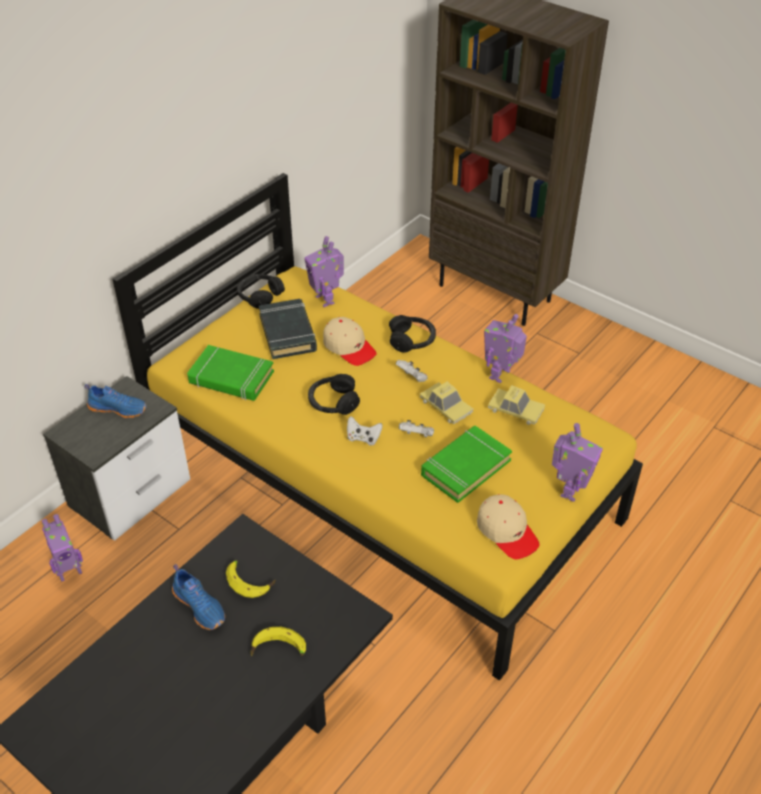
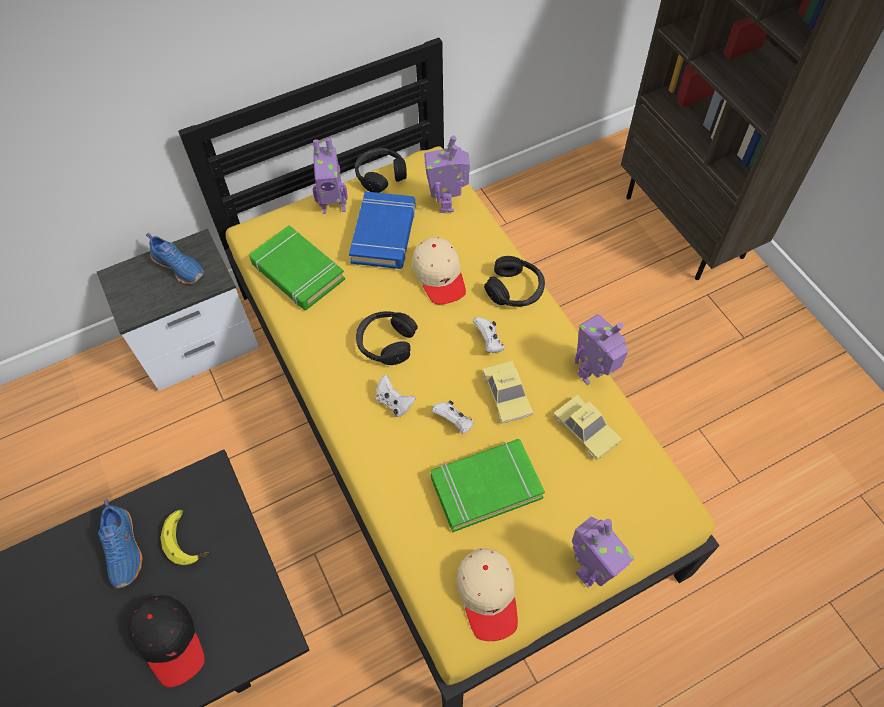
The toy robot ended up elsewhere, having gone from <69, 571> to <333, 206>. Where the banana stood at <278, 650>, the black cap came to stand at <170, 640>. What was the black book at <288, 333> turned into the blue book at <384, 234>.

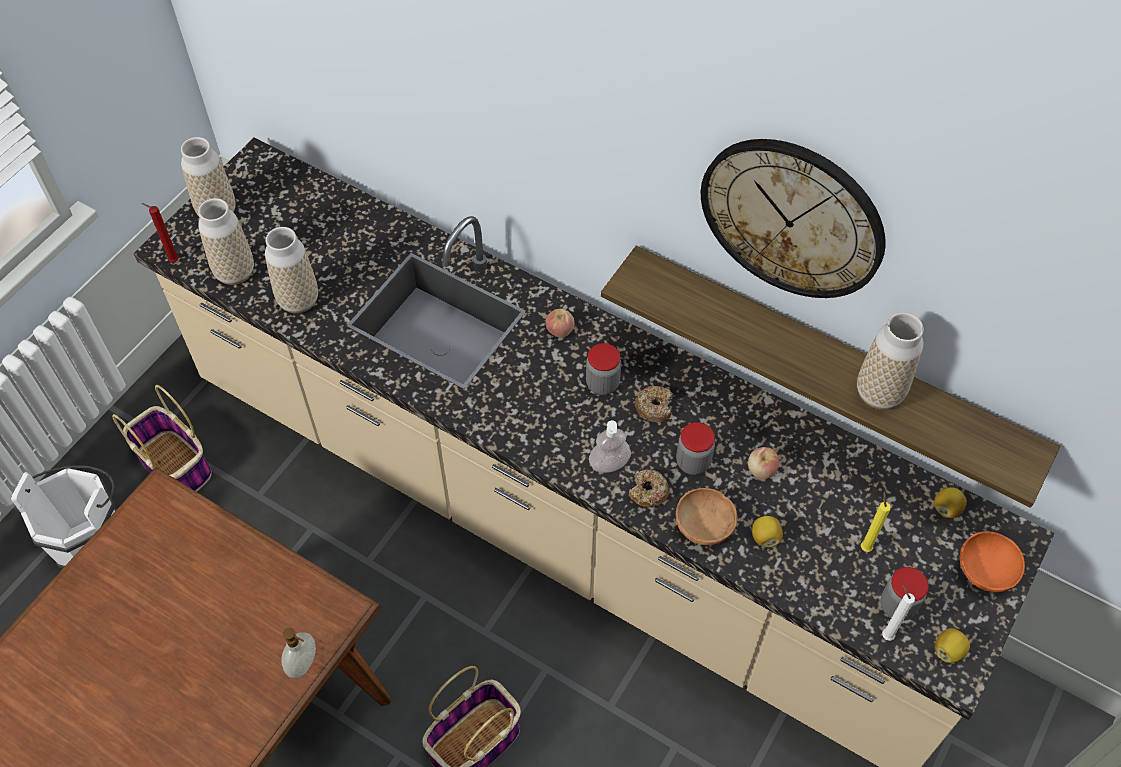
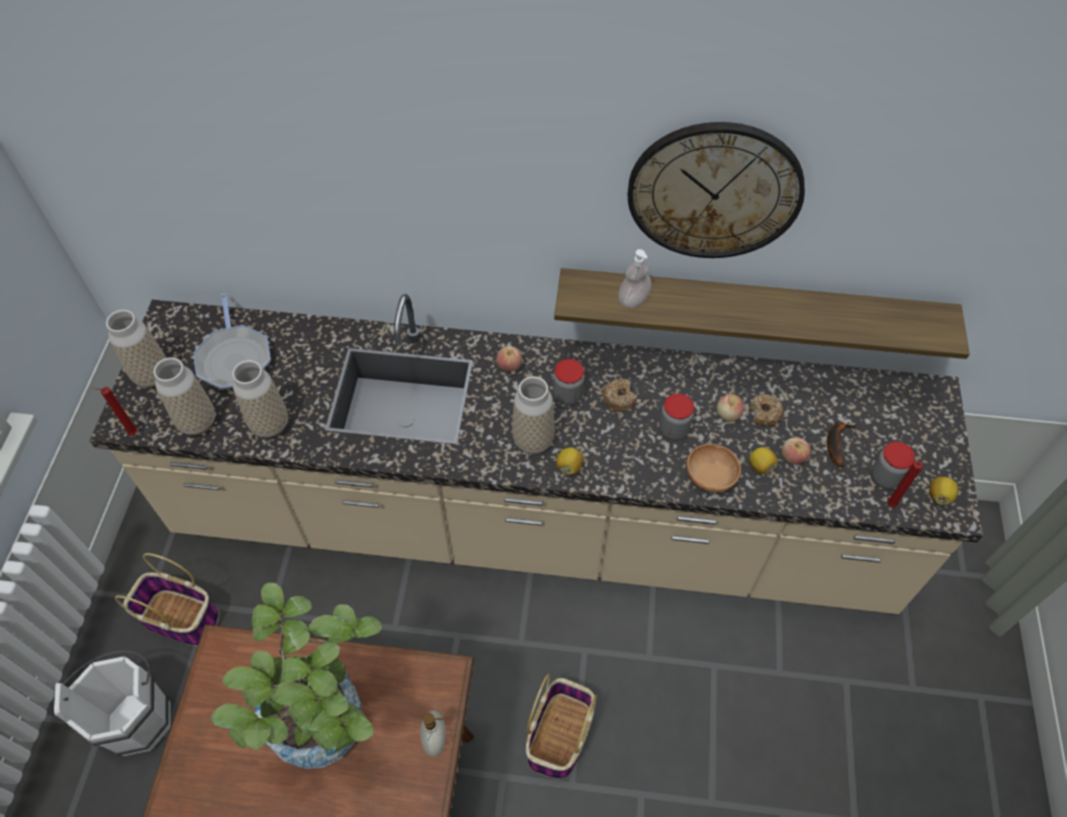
The second view lost the orange bowl at <985, 572>. The second view gained the frying pan at <234, 358>. The second view gained the potted plant at <330, 727>. The second view gained the apple at <792, 457>. The soap dispenser ended up elsewhere, having gone from <609, 463> to <633, 299>. The donut ended up elsewhere, having gone from <648, 492> to <764, 413>. The vase ended up elsewhere, having gone from <879, 393> to <533, 440>. The lemon ended up elsewhere, having gone from <946, 508> to <569, 467>. Where the yellow candle stood at <865, 546>, the banana came to stand at <836, 442>. What was the white candle at <885, 634> turned into the red candle at <889, 503>.

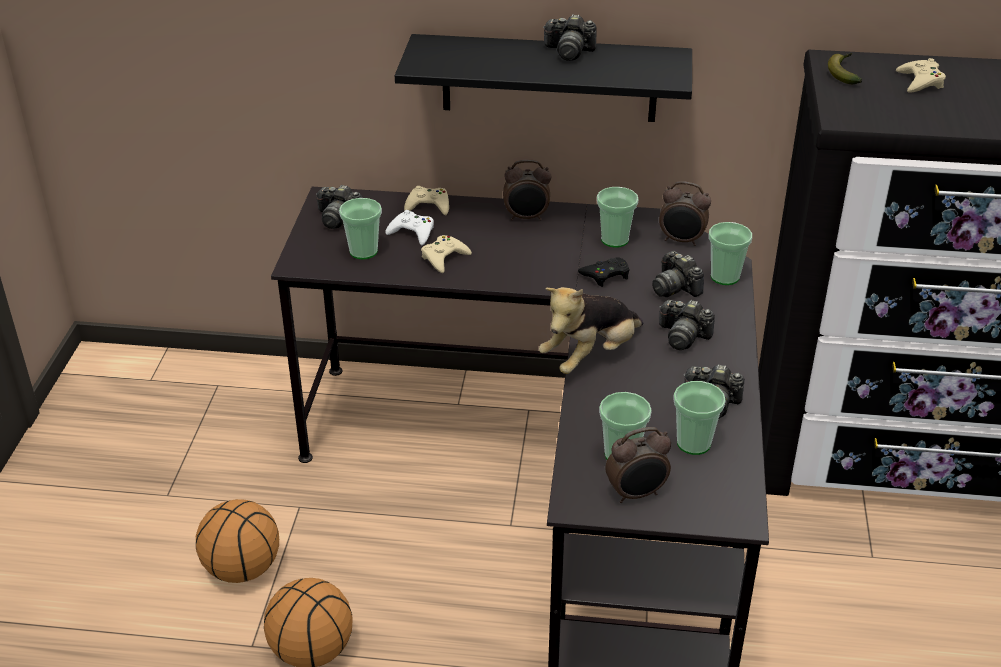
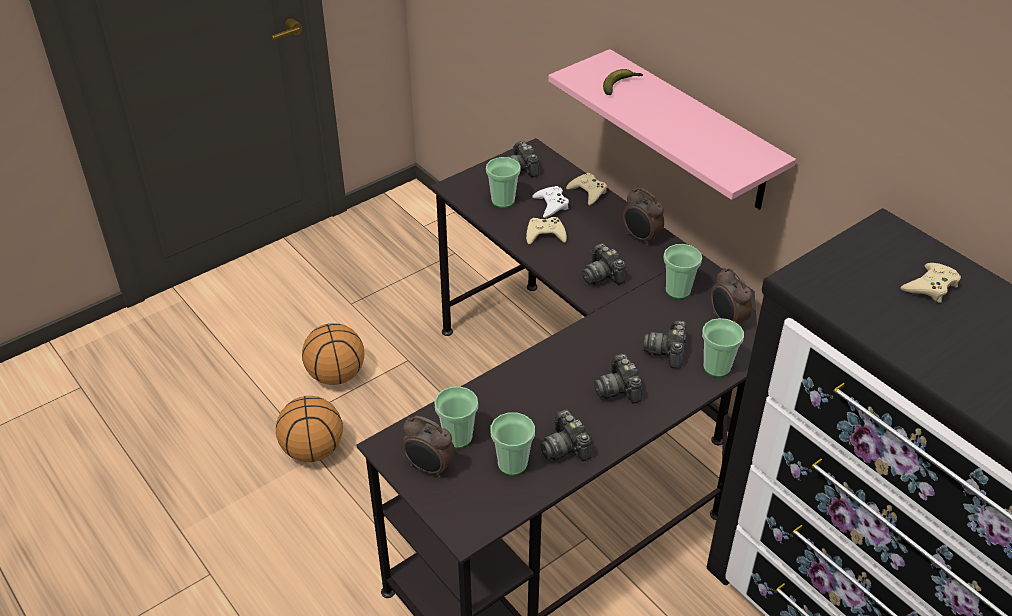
The second view lost the plush toy at <590, 356>. The second view lost the black game controller at <606, 275>. The photo camera ended up elsewhere, having gone from <569, 52> to <602, 275>. The banana ended up elsewhere, having gone from <844, 73> to <620, 86>. What was the black shelf at <549, 78> turned into the pink shelf at <692, 131>.

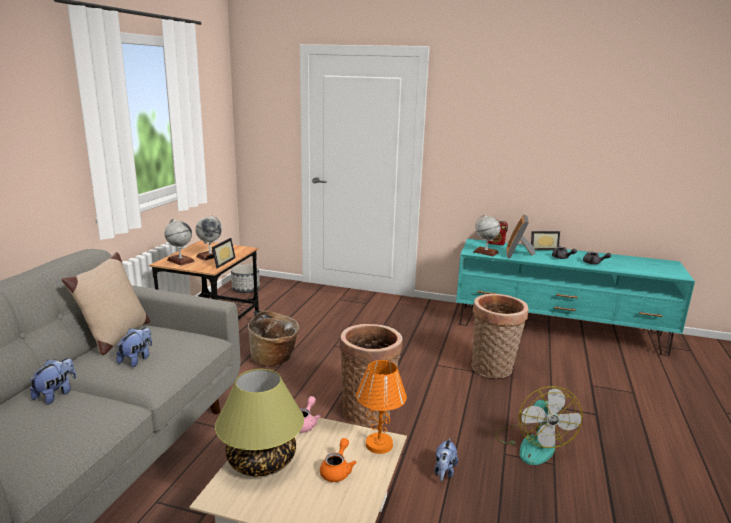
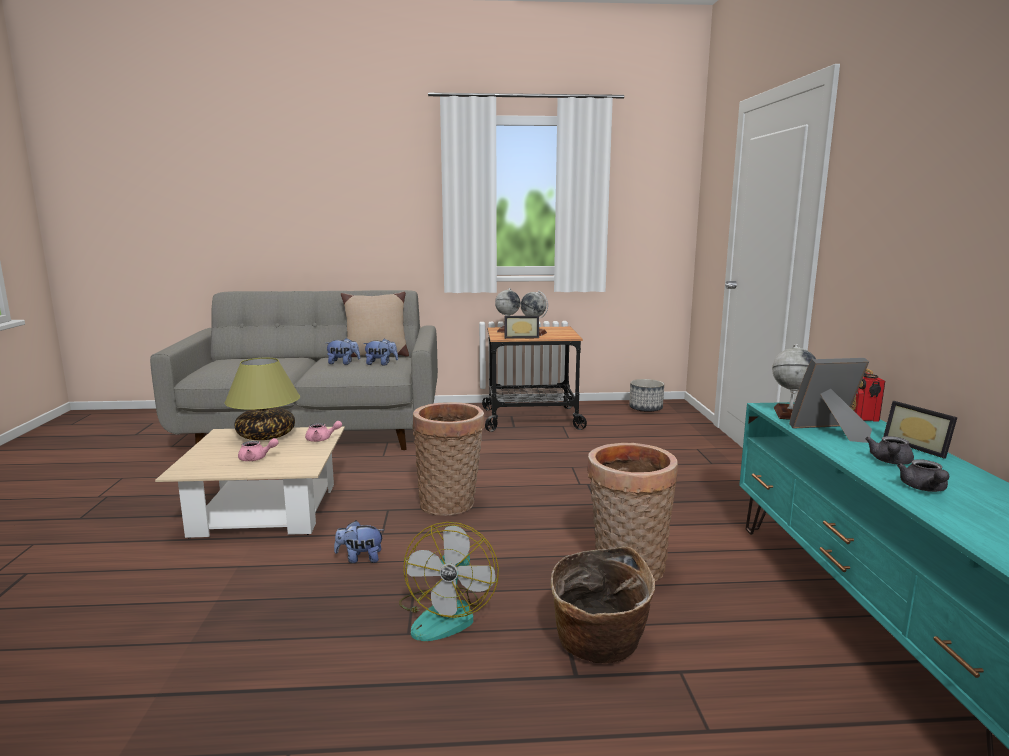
The second view lost the orange table lamp at <379, 445>. The plush toy ended up elsewhere, having gone from <56, 394> to <381, 364>. The basket ended up elsewhere, having gone from <274, 359> to <599, 647>. What was the orange teapot at <337, 470> turned into the pink teapot at <256, 458>. The fan at <532, 444> ended up facing another way, 60 degrees counterclockwise from before.

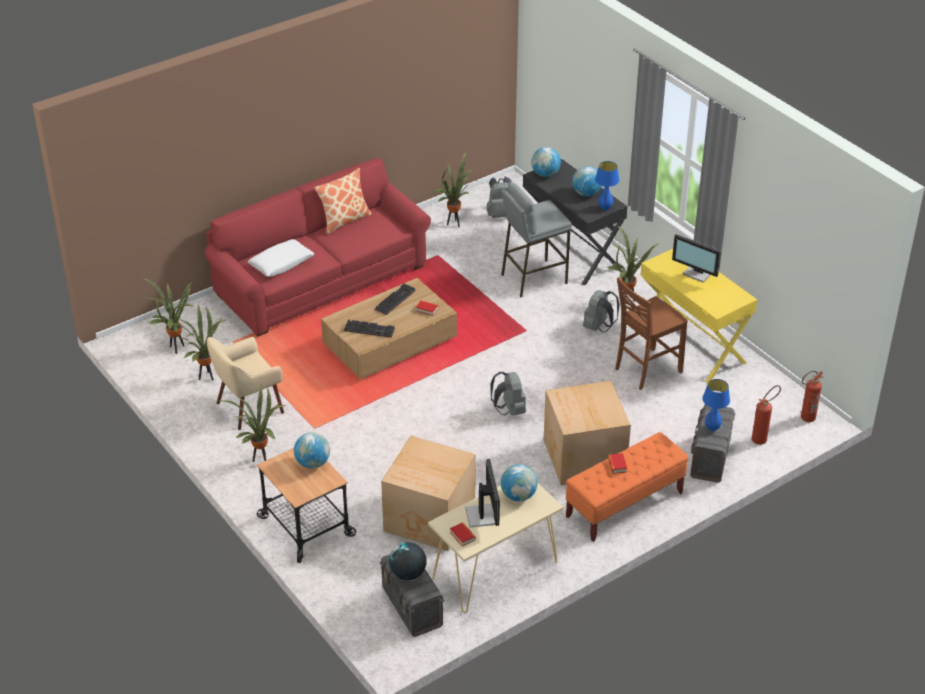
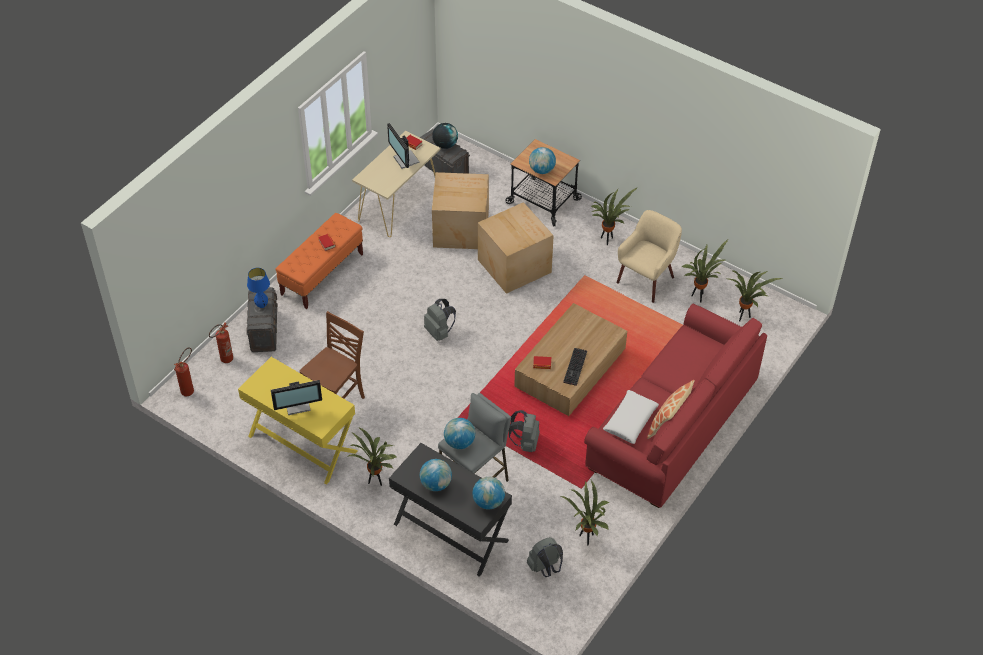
The second view lost the keyboard at <370, 329>. The second view lost the blue table lamp at <605, 208>. The white pillow ended up elsewhere, having gone from <281, 264> to <630, 421>. The globe ended up elsewhere, having gone from <518, 496> to <459, 442>. The cardboard box ended up elsewhere, having gone from <583, 458> to <514, 265>. The grey backpack ended up elsewhere, having gone from <599, 327> to <525, 443>. The monitor at <698, 273> ended up facing another way, 150 degrees clockwise from before.

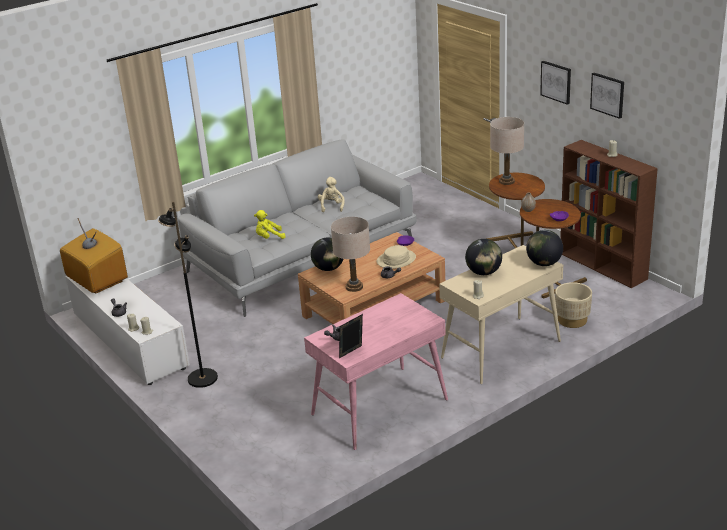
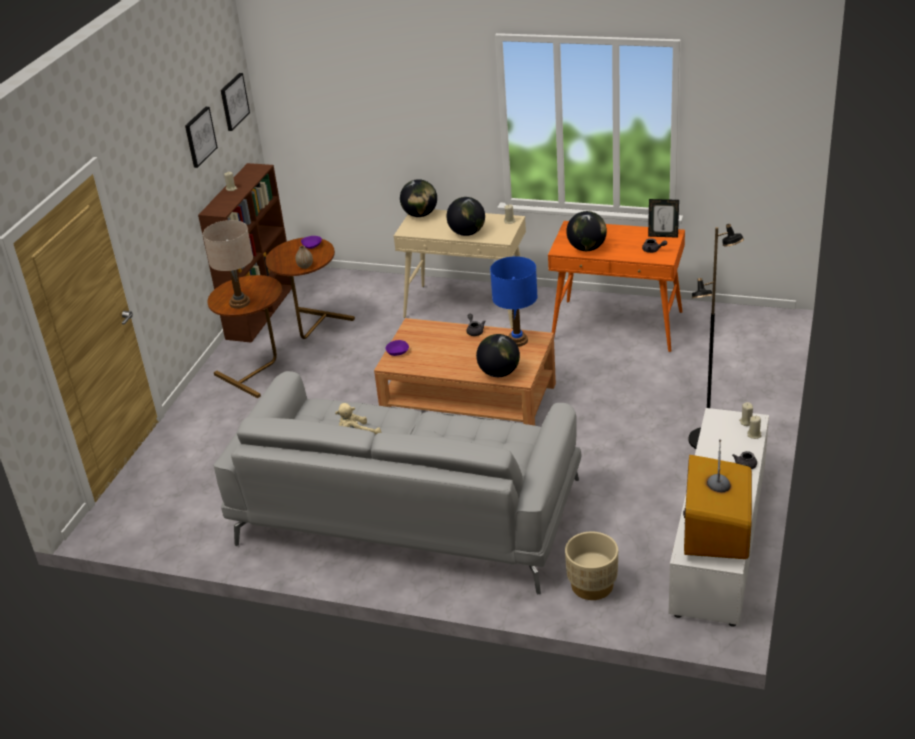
The second view lost the yellow plush toy at <269, 237>. The second view lost the beige hat at <396, 260>. The second view gained the globe at <586, 248>. The picture ended up elsewhere, having gone from <556, 82> to <233, 101>. The beige planter ended up elsewhere, having gone from <572, 320> to <592, 585>. What was the pink desk at <379, 408> turned into the orange desk at <618, 325>. What was the beige table lamp at <354, 287> turned into the blue table lamp at <517, 340>.

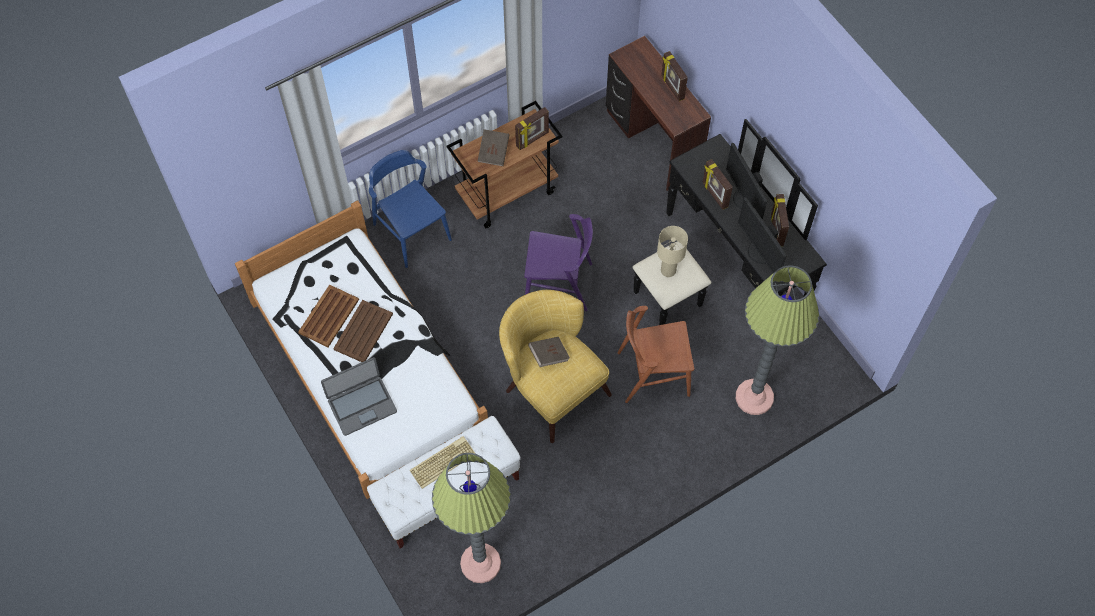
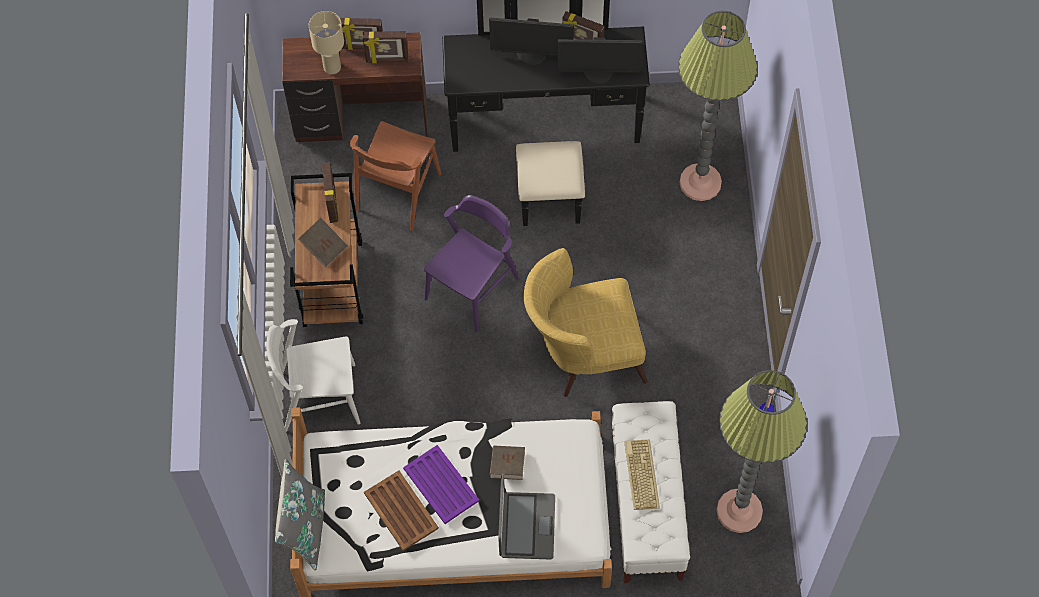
The second view gained the grey pillow at <305, 529>. The brown book ended up elsewhere, having gone from <549, 355> to <507, 466>. The brown chair ended up elsewhere, having gone from <653, 373> to <397, 192>. The beige table lamp ended up elsewhere, having gone from <667, 270> to <332, 68>. The picture frame ended up elsewhere, having gone from <714, 195> to <387, 60>. What was the brown tray at <363, 332> turned into the purple tray at <441, 485>. What was the blue chair at <412, 232> turned into the white chair at <319, 397>.

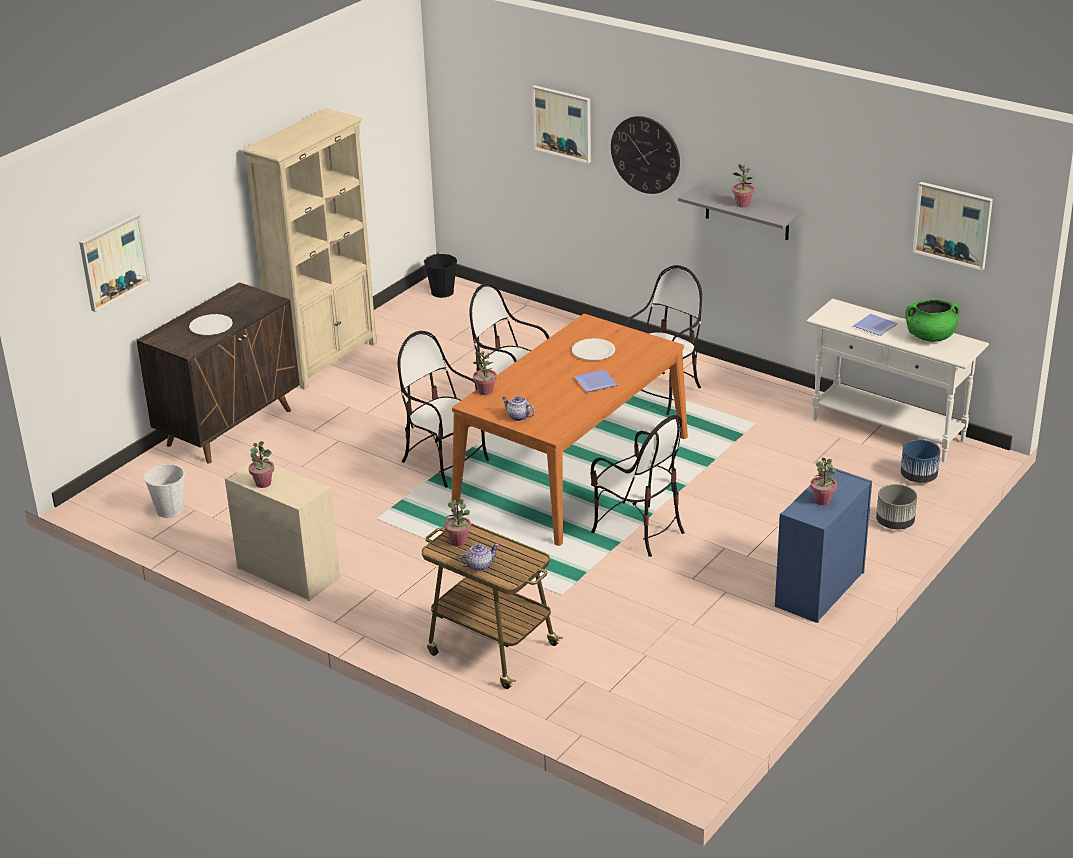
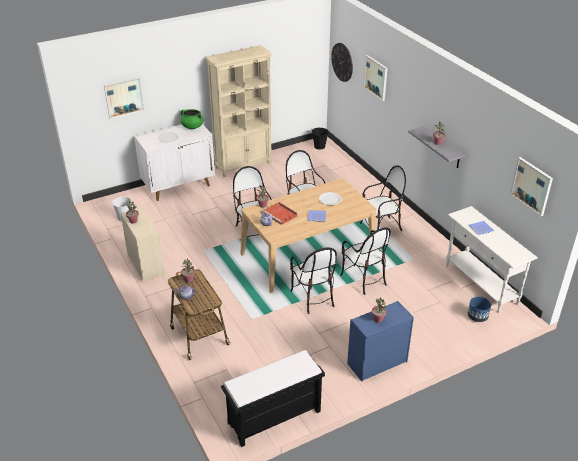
The second view lost the grey planter at <895, 523>. The second view gained the black bench at <273, 418>. The second view gained the red tray at <280, 215>. The second view gained the chair at <363, 279>. The wall clock ended up elsewhere, having gone from <645, 154> to <342, 62>. The green cooking pot ended up elsewhere, having gone from <930, 337> to <192, 127>. What was the brown cabinet at <230, 427> turned into the white cabinet at <179, 186>. What was the orange dining table at <572, 469> turned into the beige dining table at <307, 255>.

